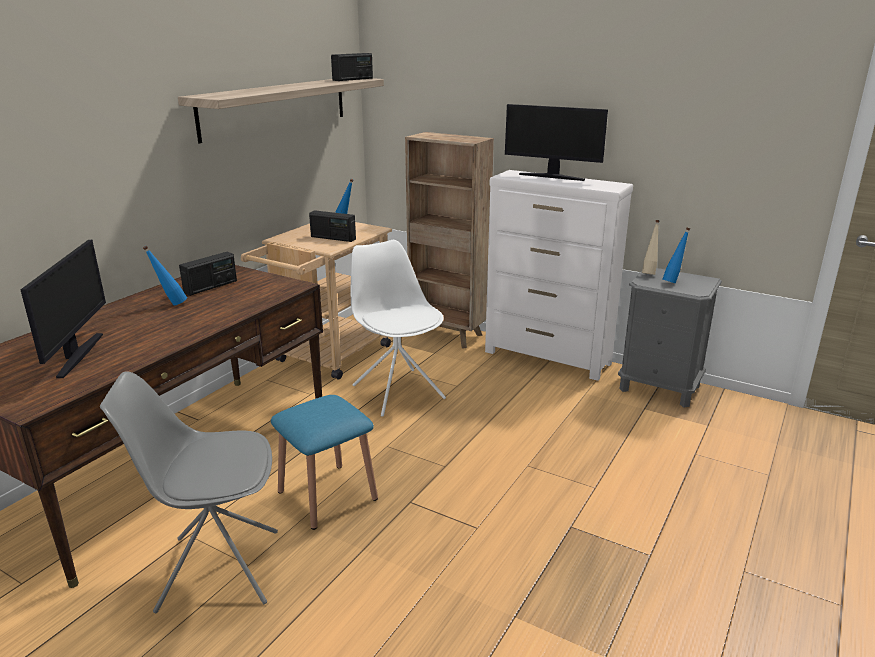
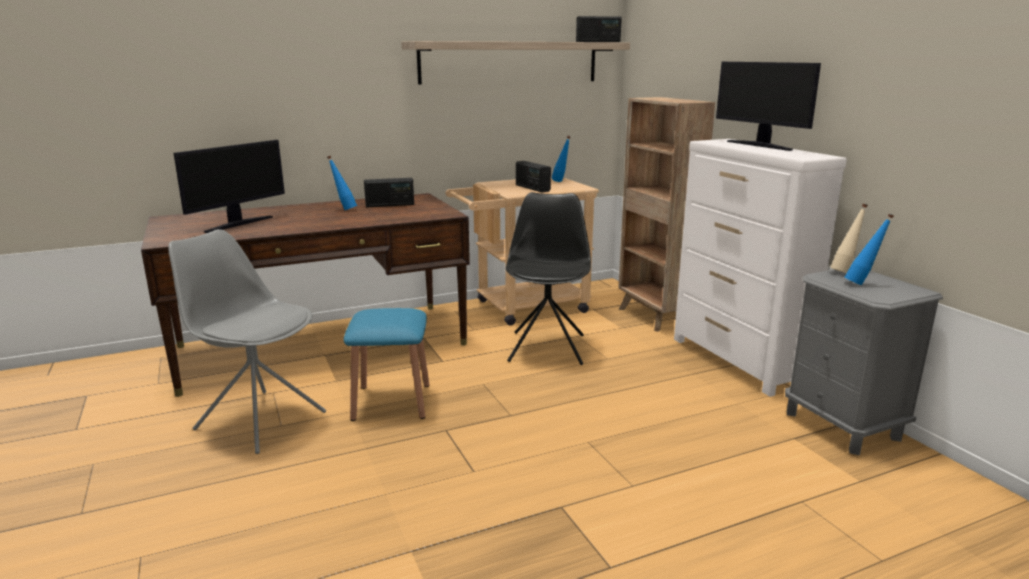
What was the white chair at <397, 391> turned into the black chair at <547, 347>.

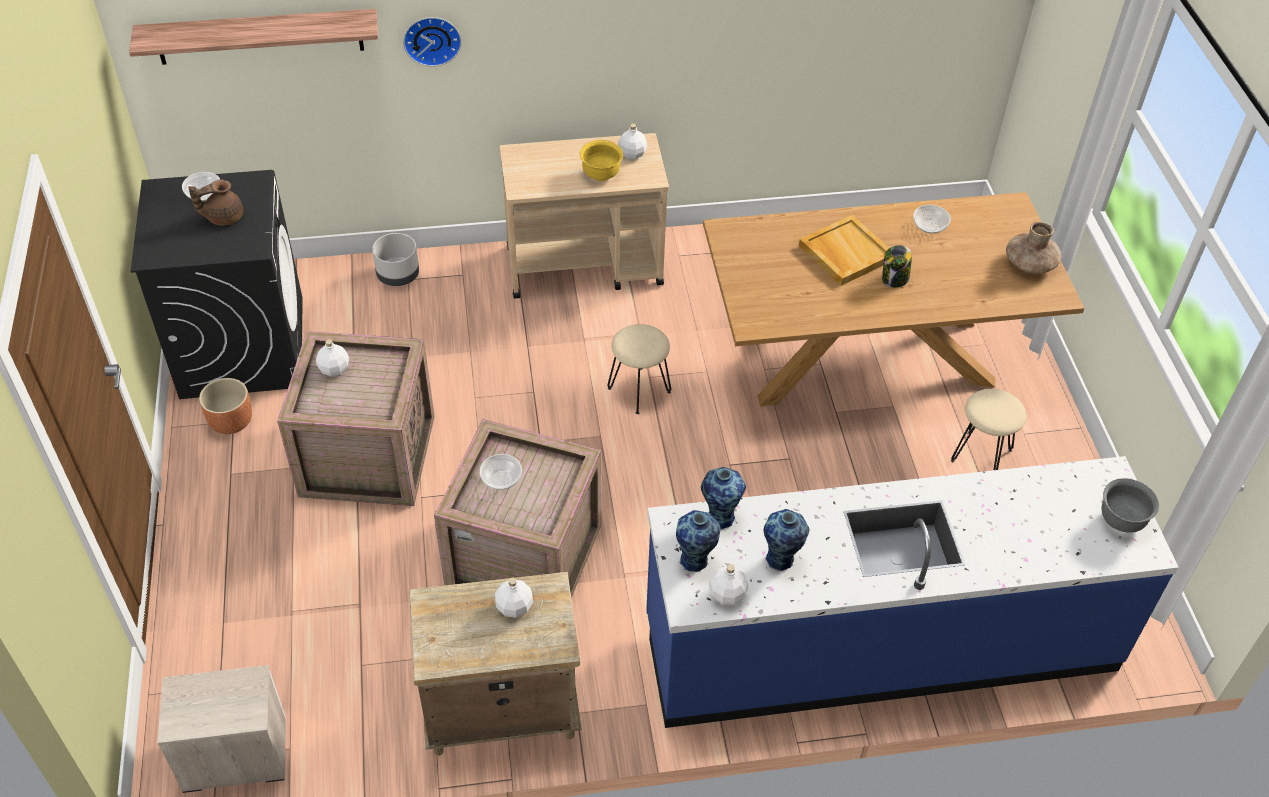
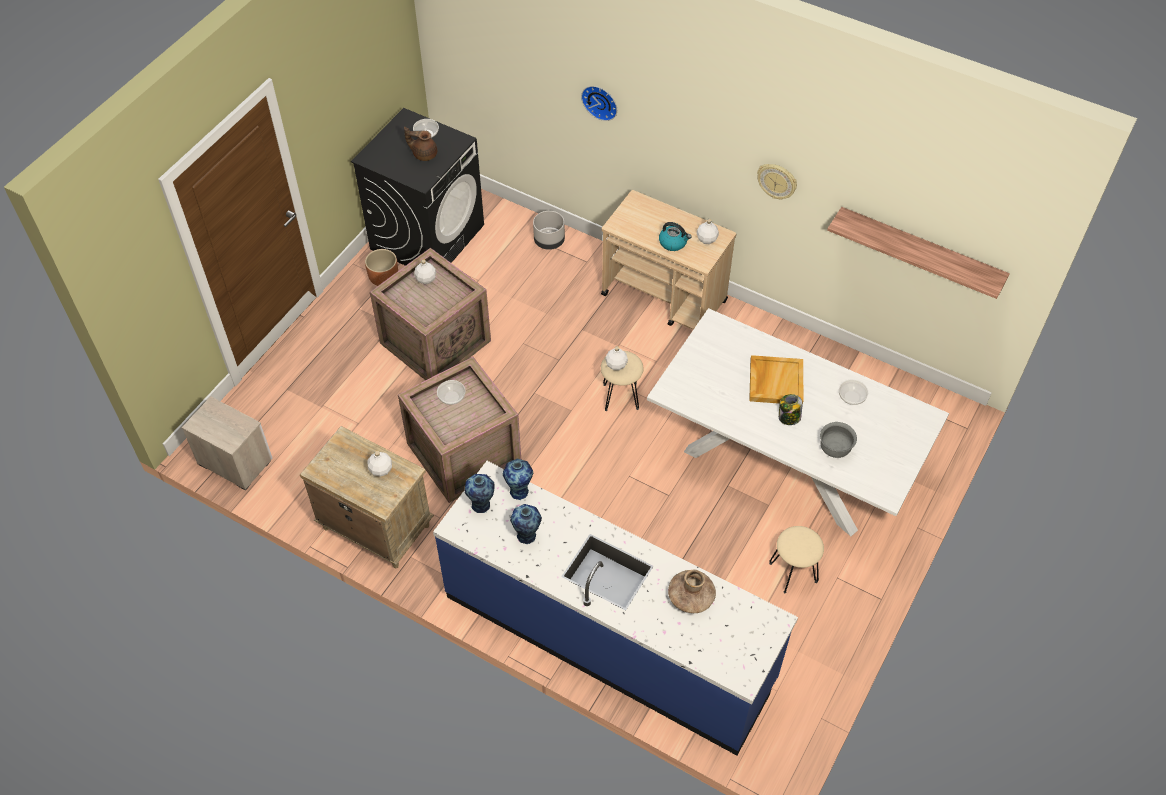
The second view gained the wall clock at <777, 181>. The shelf ended up elsewhere, having gone from <259, 36> to <920, 251>. The white bottle ended up elsewhere, having gone from <727, 595> to <616, 365>. The brown vase ended up elsewhere, having gone from <1030, 264> to <691, 597>. The grey bowl ended up elsewhere, having gone from <1121, 520> to <835, 449>. Where the yellow bowl stood at <601, 174>, the kettle came to stand at <673, 242>. What was the brown dining table at <868, 359> turned into the white dining table at <784, 465>.

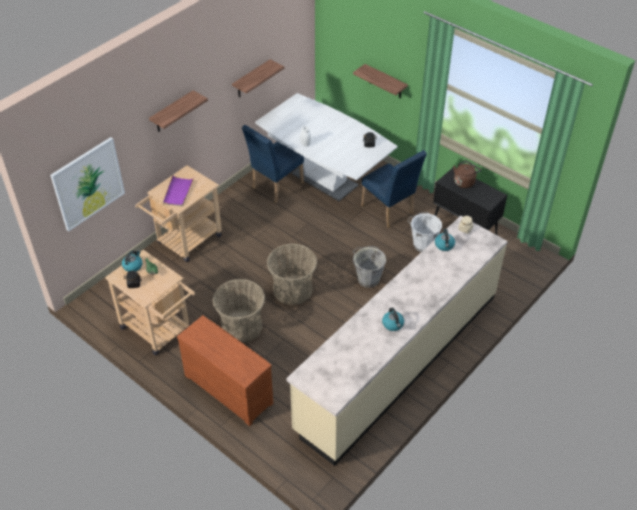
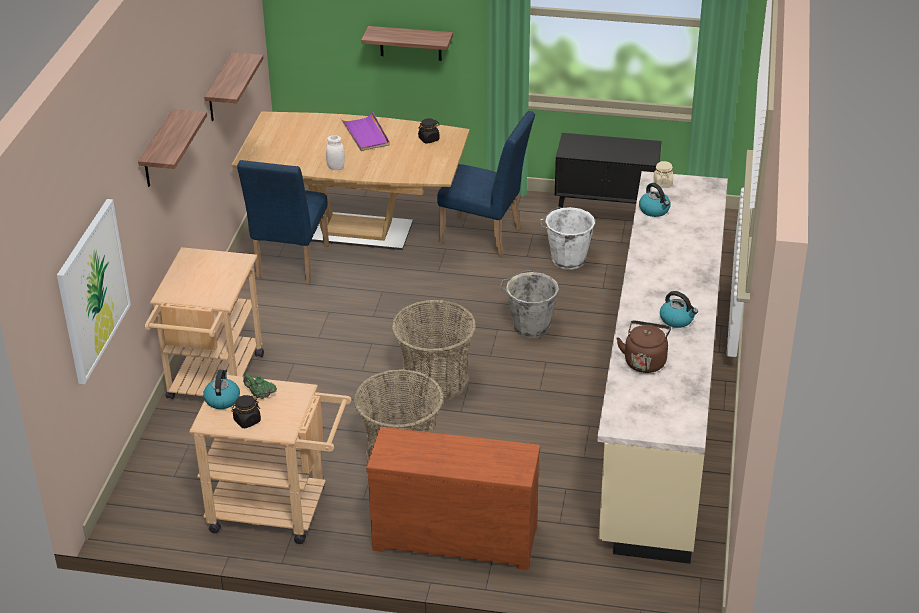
The purple tray ended up elsewhere, having gone from <178, 192> to <366, 134>. The brown kettle ended up elsewhere, having gone from <464, 182> to <645, 361>. What was the white dining table at <324, 179> turned into the brown dining table at <357, 231>.

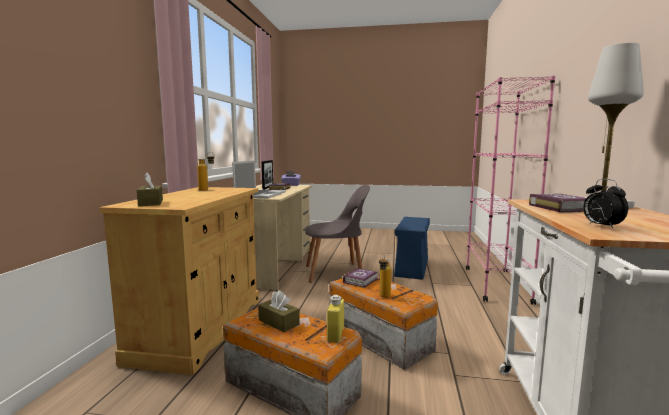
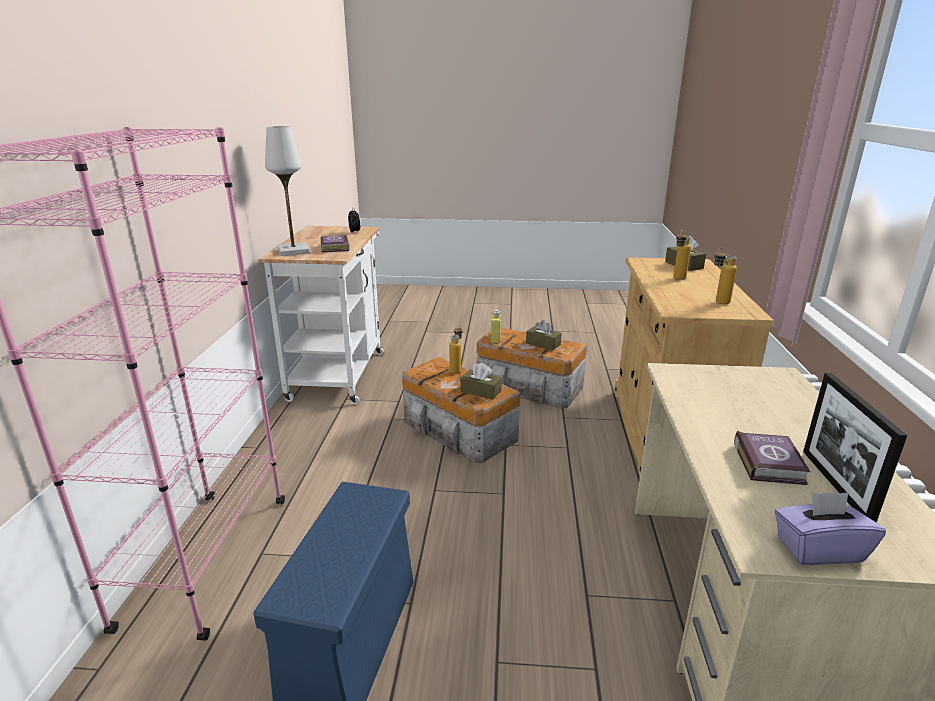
The second view lost the laptop at <260, 194>. The second view lost the grey chair at <336, 272>. The second view gained the bottle at <677, 279>. Where the book stood at <361, 280>, the brown tissue box came to stand at <480, 391>.

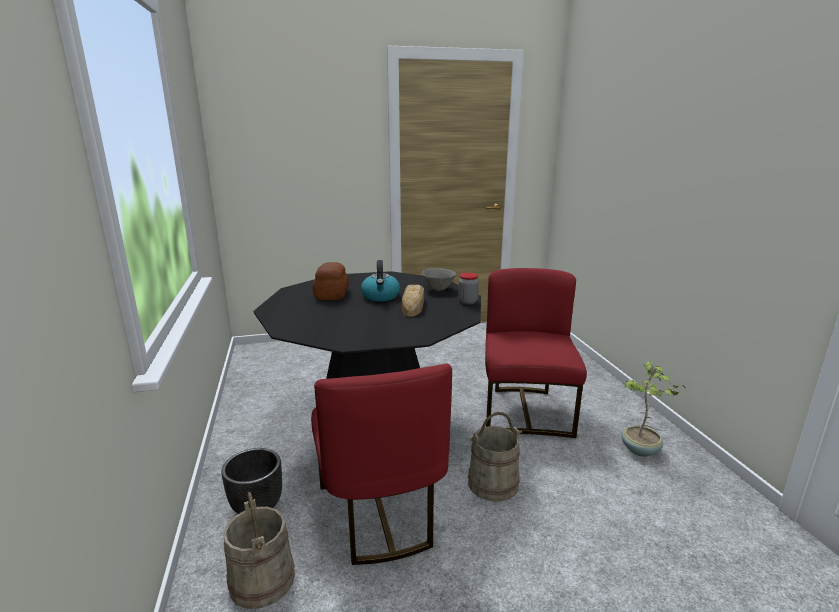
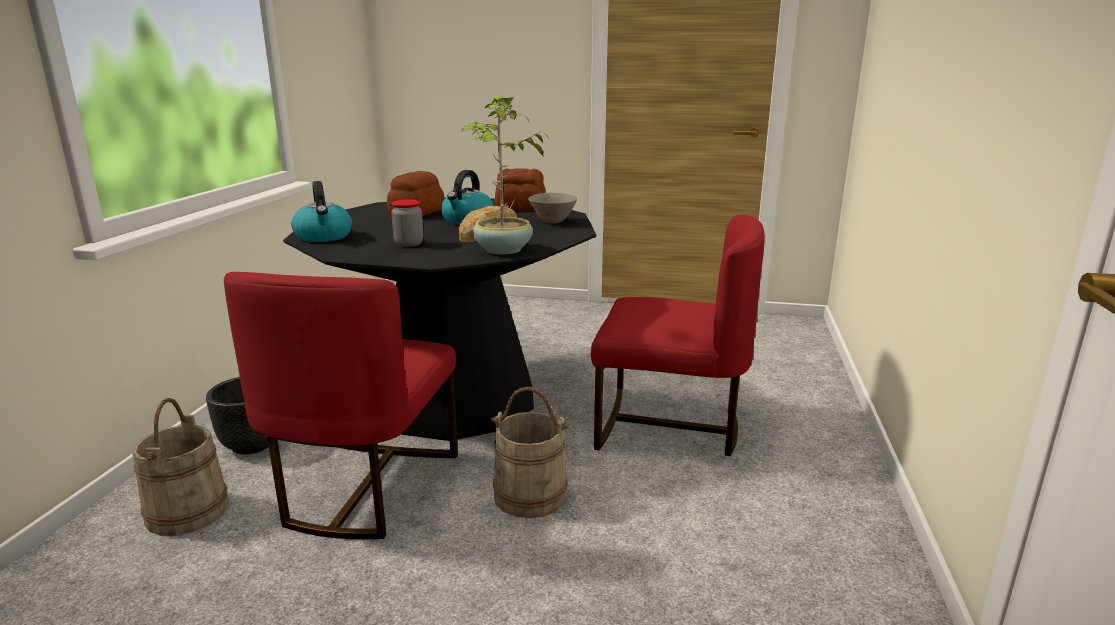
The second view gained the kettle at <324, 237>. The second view gained the bread at <521, 208>. The jar ended up elsewhere, having gone from <468, 302> to <409, 244>. The potted plant ended up elsewhere, having gone from <641, 450> to <503, 250>. The red chair at <526, 411> ended up facing another way, 75 degrees clockwise from before.

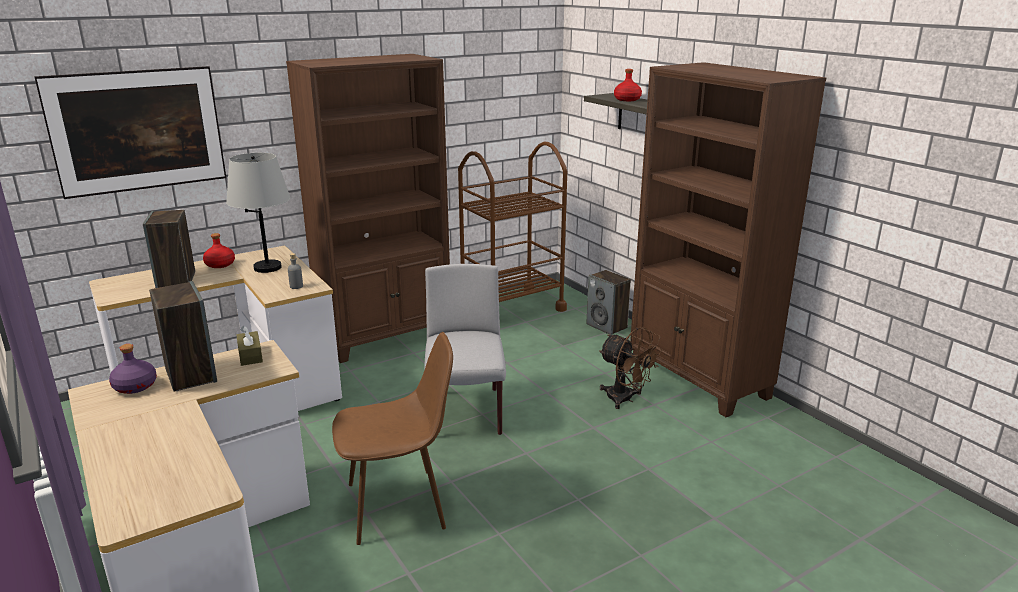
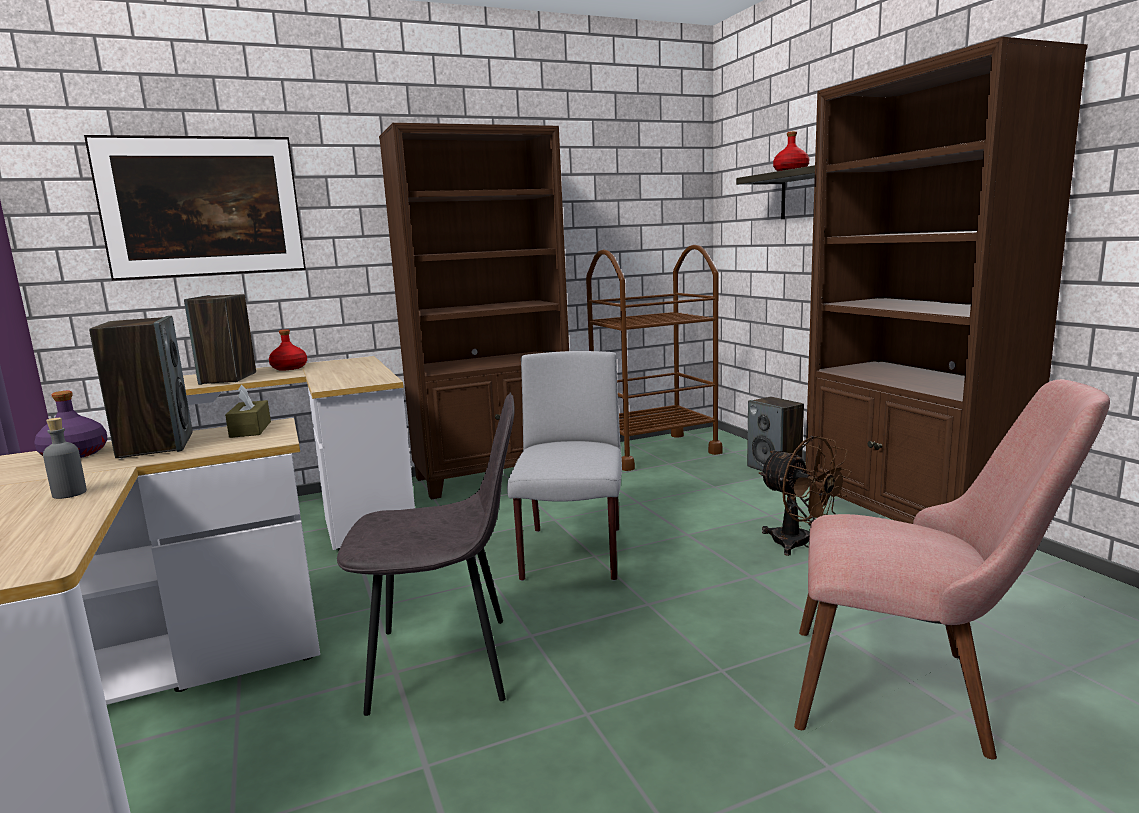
The second view lost the grey table lamp at <268, 267>. The second view gained the pink chair at <917, 691>. The grey bottle ended up elsewhere, having gone from <296, 286> to <69, 493>. What was the brown chair at <399, 505> turned into the grey chair at <446, 663>.

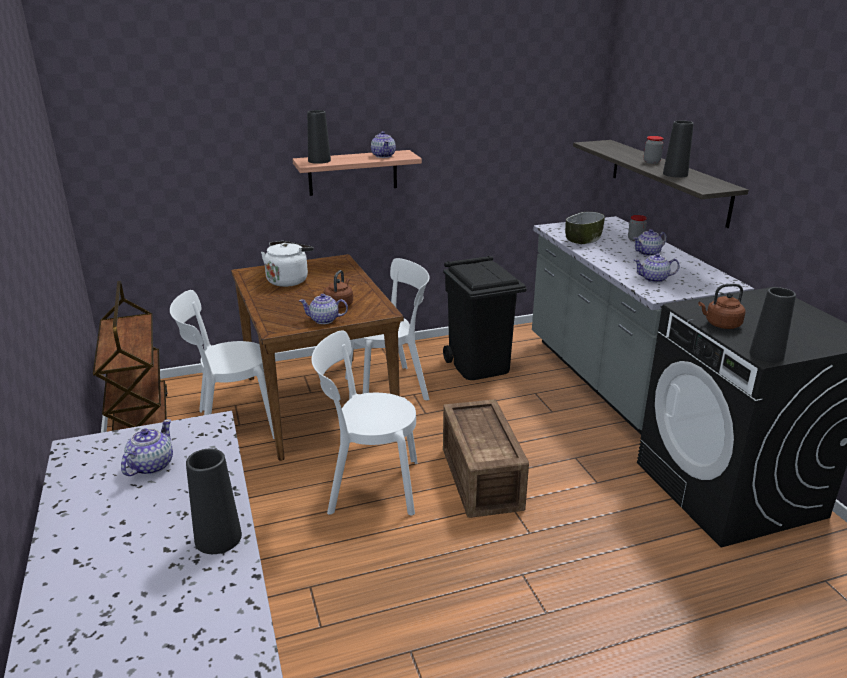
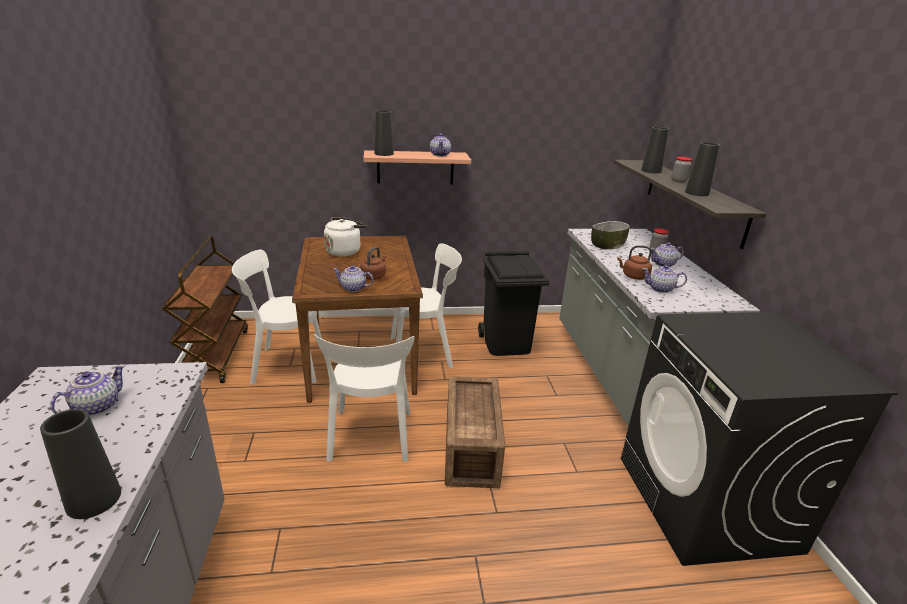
The brown kettle ended up elsewhere, having gone from <721, 324> to <633, 276>. The black vase ended up elsewhere, having gone from <766, 355> to <651, 171>. The white chair at <368, 486> ended up facing another way, 105 degrees counterclockwise from before.

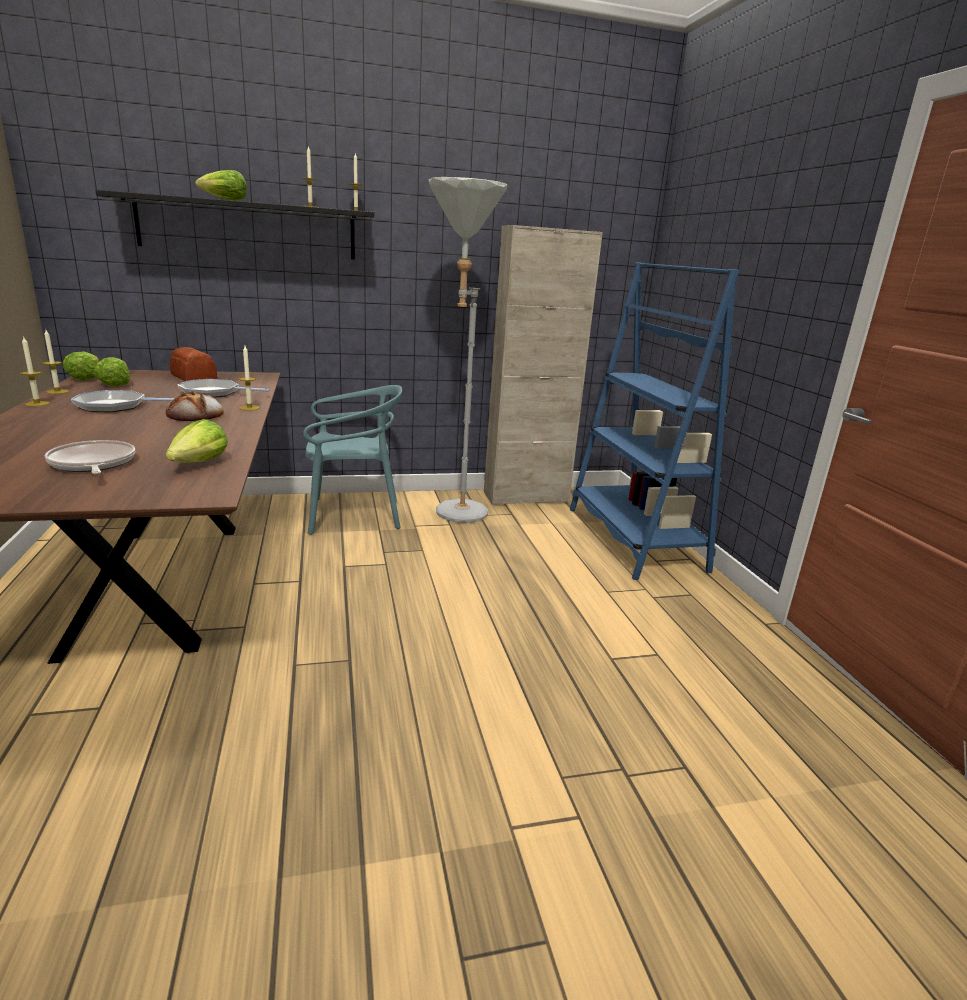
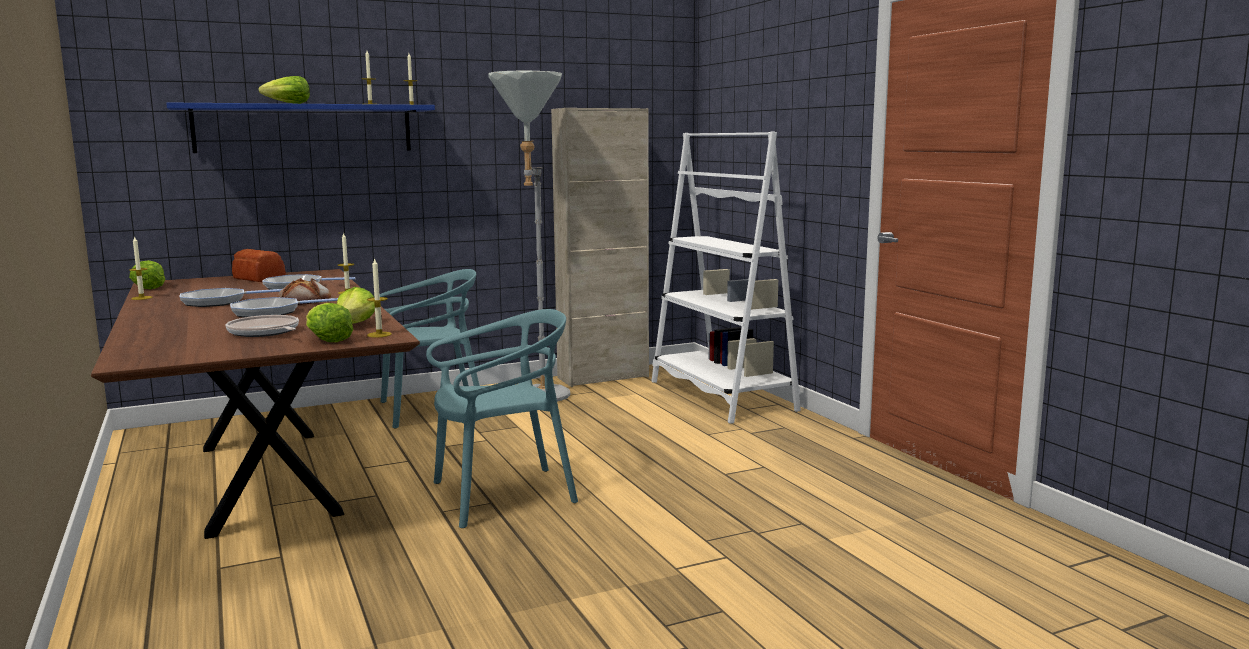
The second view gained the frying pan at <270, 312>. The second view gained the turquoise chair at <502, 495>. The candle ended up elsewhere, having gone from <37, 403> to <379, 334>. The lettuce ended up elsewhere, having gone from <114, 384> to <327, 339>. What was the black shelf at <248, 228> turned into the blue shelf at <305, 128>. What was the blue bookcase at <634, 538> turned into the white bookcase at <721, 396>.

